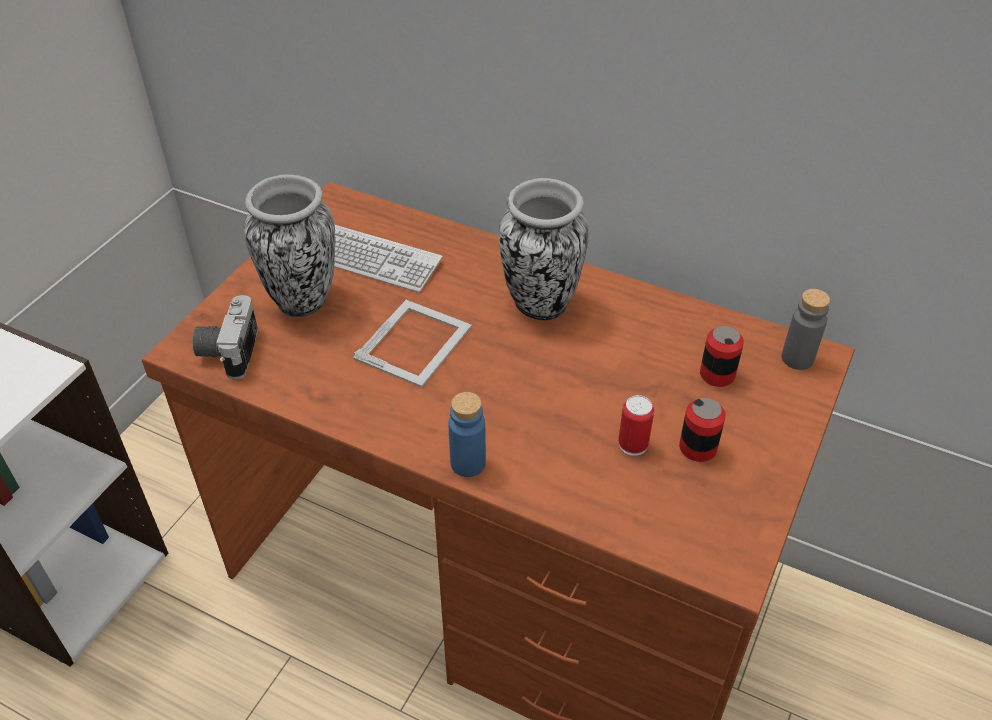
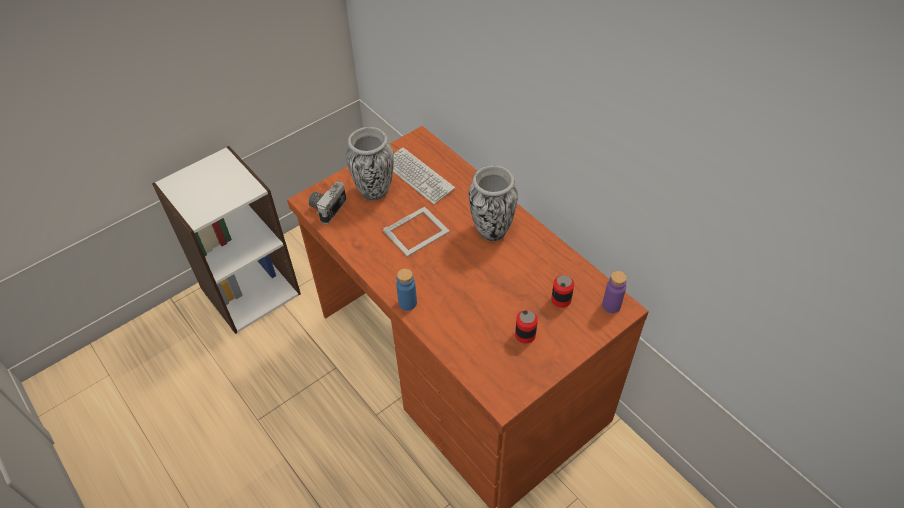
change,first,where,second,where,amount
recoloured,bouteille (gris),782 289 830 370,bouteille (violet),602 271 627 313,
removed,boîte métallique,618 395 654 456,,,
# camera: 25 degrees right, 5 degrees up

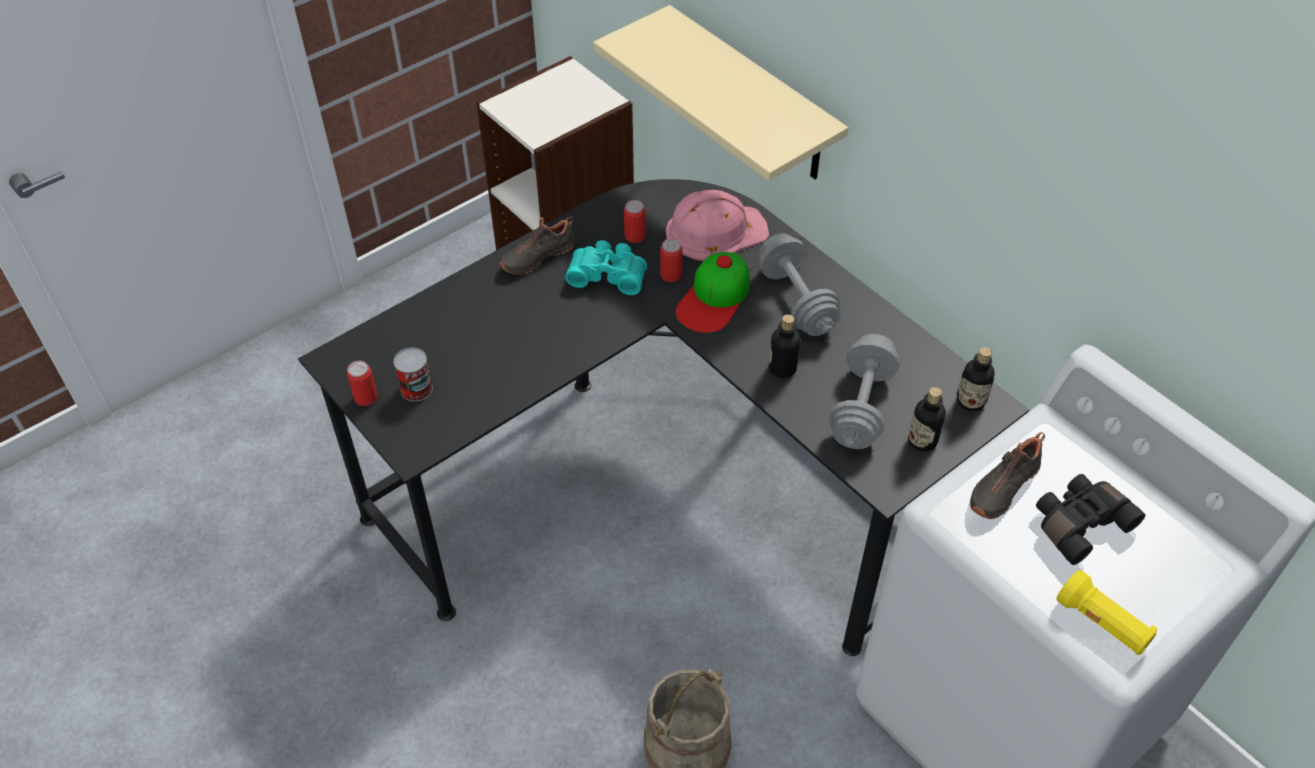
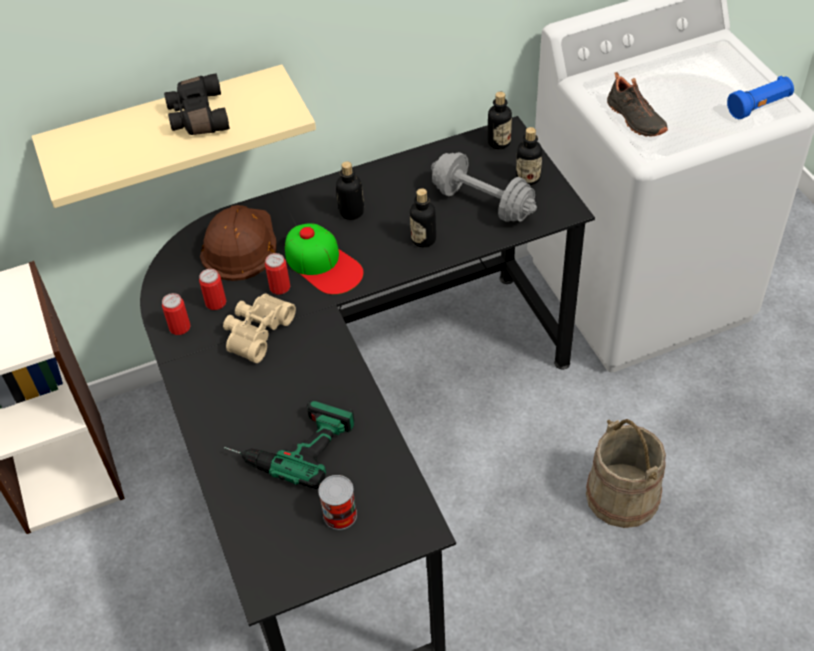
change,first,where,second,where,amount
recoloured,casque de chantier (rose),666 190 769 261,casque de chantier (marron),200 205 277 281,
removed,chaussure (noir),499 217 575 275,,,
replaced,haltère (gris),759 234 841 336,bouteille,336 161 364 220,
recoloured,jumelles (turquoise),565 240 647 295,jumelles (beige),223 293 296 363,
moved,boîte métallique,347 361 378 406,,162 293 191 335,
moved,jumelles (noir),1036 474 1145 565,,164 73 230 135,
recoloured,lampe de poche (jaune),1057 570 1158 655,lampe de poche (bleu),727 76 794 119,
added,,,perceuse,224 399 354 489,
# camera: 70 degrees left, 0 degrees up

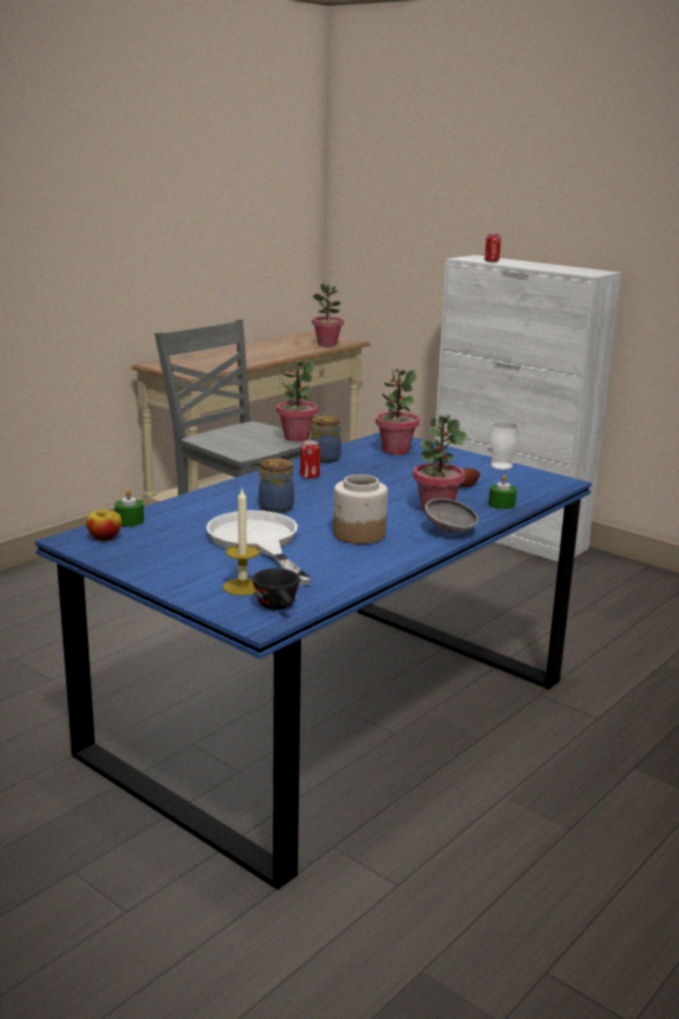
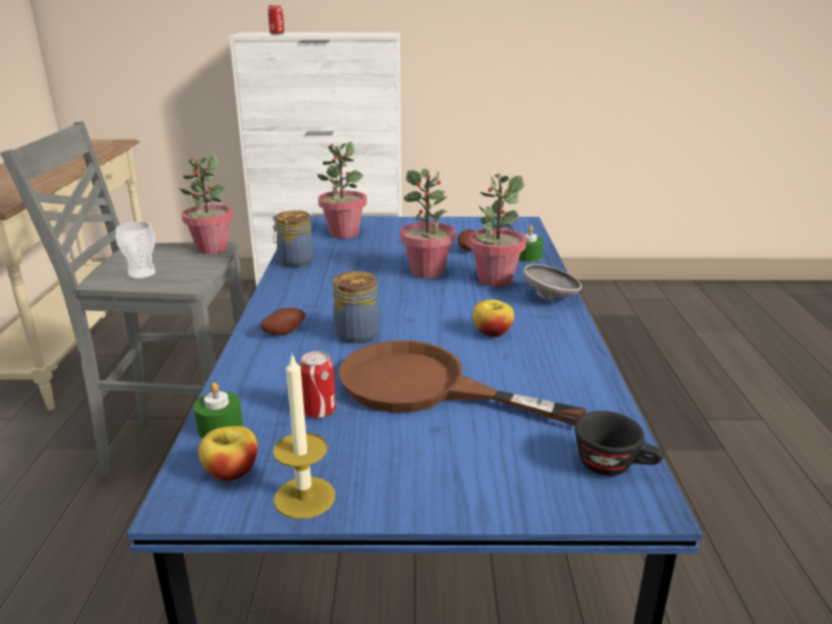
change,first,where,second,where,amount
moved,plante en pot,312 283 344 346,,400 168 456 279,
moved,tasse,489 421 520 470,,115 221 156 279,
moved,boîte métallique,300 440 320 479,,299 351 336 418,
replaced,bocal,333 474 388 544,pomme,473 299 514 337,
moved,bougie,223 489 259 596,,273 354 335 519,
recoloured,poêle (blanc),206 510 312 586,poêle (marron),339 340 586 426,
added,,,pomme de terre,260 308 305 335,
# camera: 40 degrees left, 5 degrees up

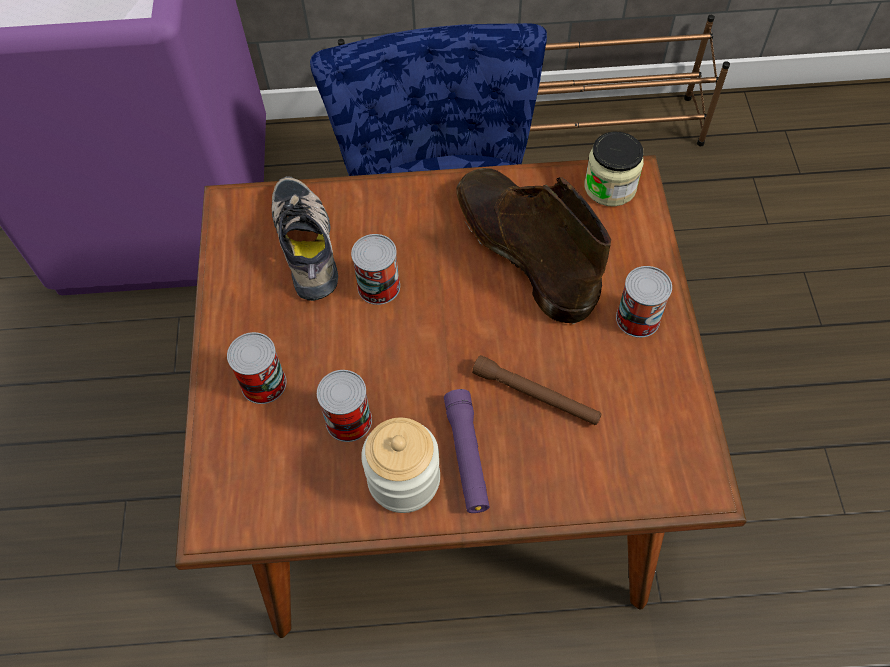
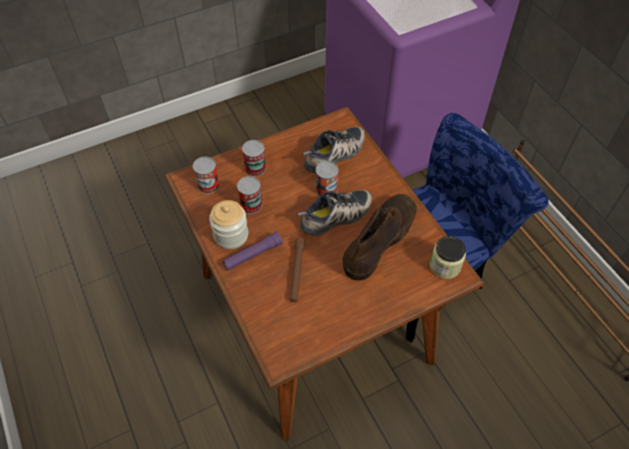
change,first,where,second,where,amount
moved,boîte métallique,616 266 672 338,,193 157 220 194,
added,,,chaussure,297 190 372 235,
# camera: 65 degrees right, 5 degrees down

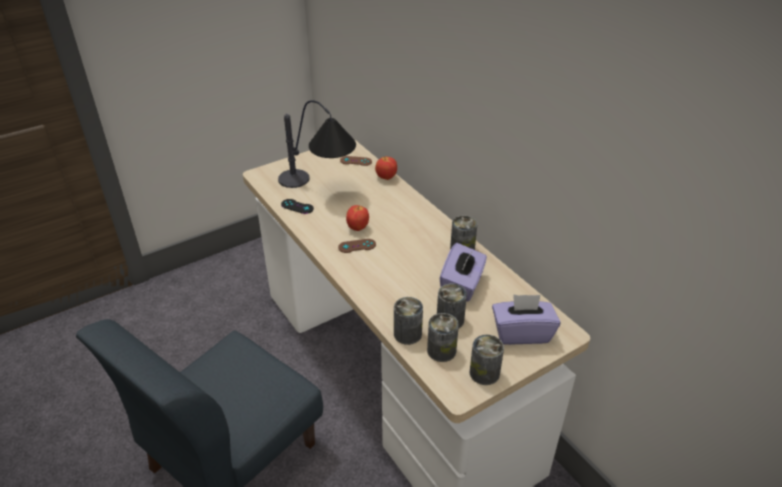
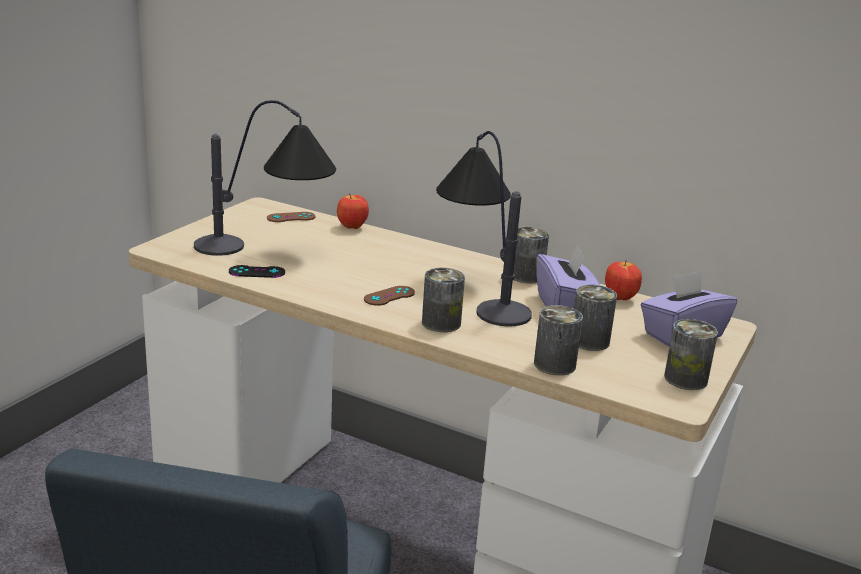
change,first,where,second,where,amount
moved,pomme,346 205 369 231,,605 260 642 300,
moved,boîte métallique,427 313 459 362,,422 268 465 332,
added,,,lampe de table,436 131 532 326,
# camera: 30 degrees left, 15 degrees down

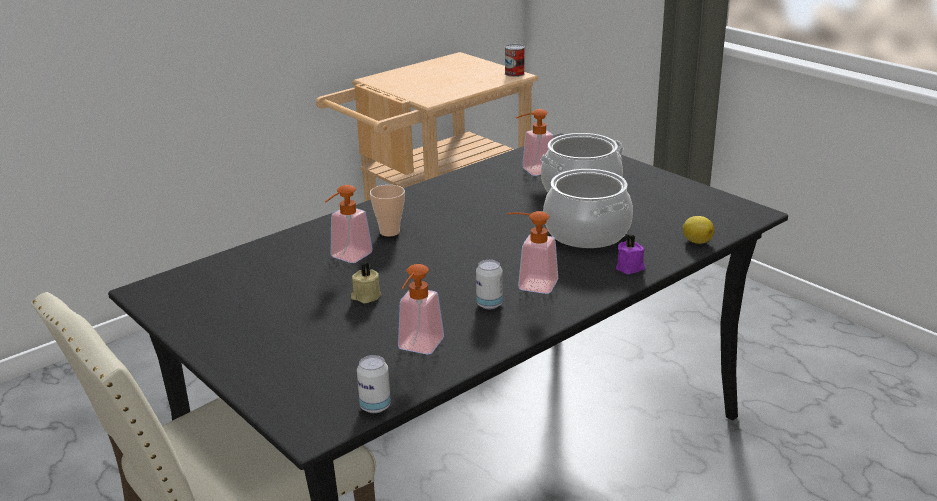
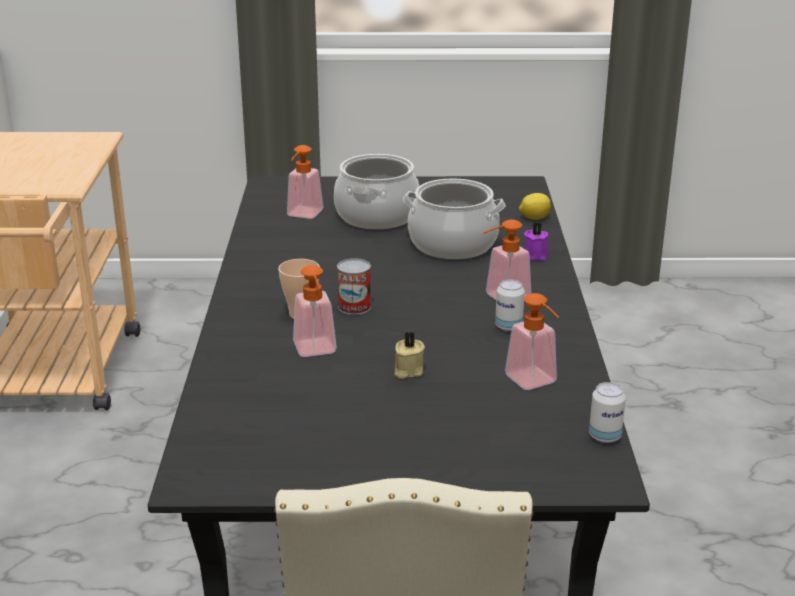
change,first,where,second,where,amount
moved,boîte métallique,505 44 525 77,,337 258 371 315,
# camera: 50 degrees left, 0 degrees up

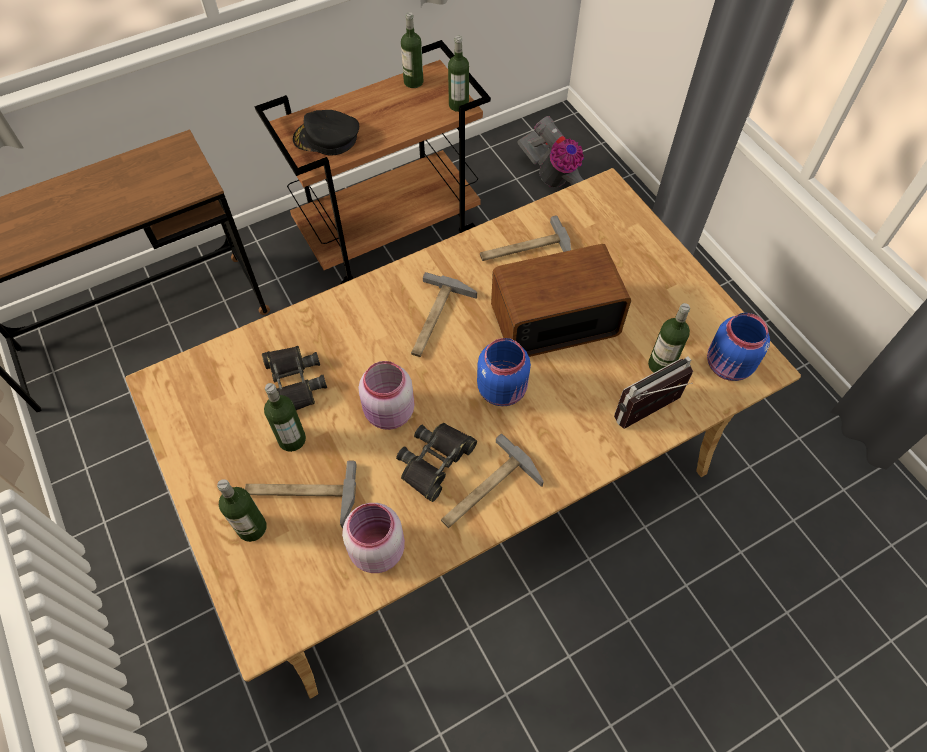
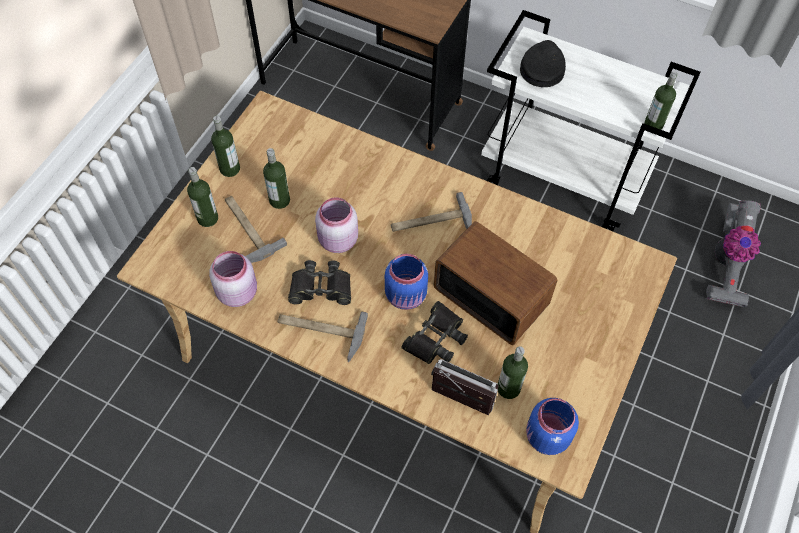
change,first,where,second,where,amount
moved,bouteille,401 12 423 88,,211 115 240 177,
recoloured,chariot (marron),255 40 491 284,chariot (blanc),481 10 701 231,
turned,casquette (noir),293 110 359 156,,520 40 566 87,45 degrees clockwise
removed,marteau,480 215 571 261,,,
moved,jumelles (noir),262 346 327 410,,401 301 468 364,
# camera: 55 degrees right, 0 degrees up

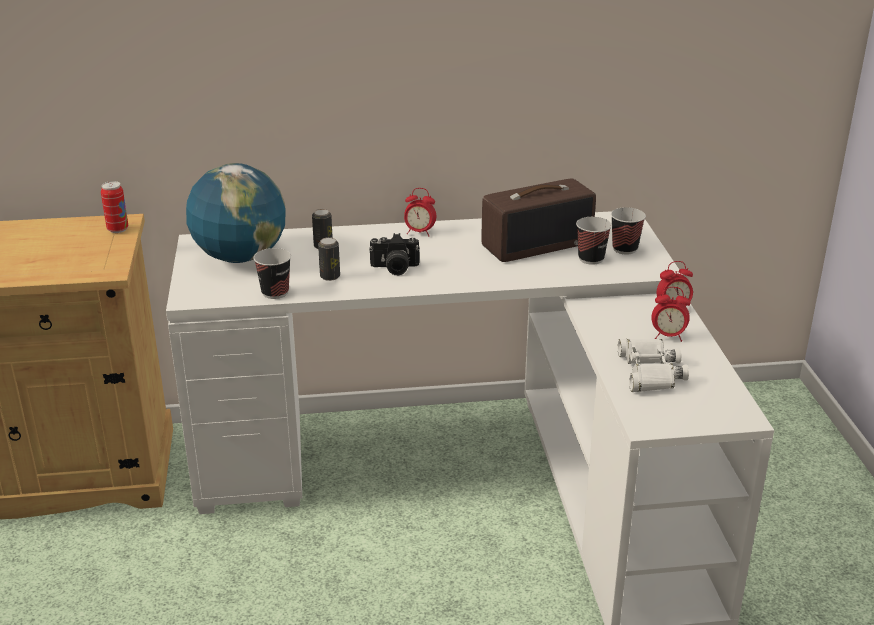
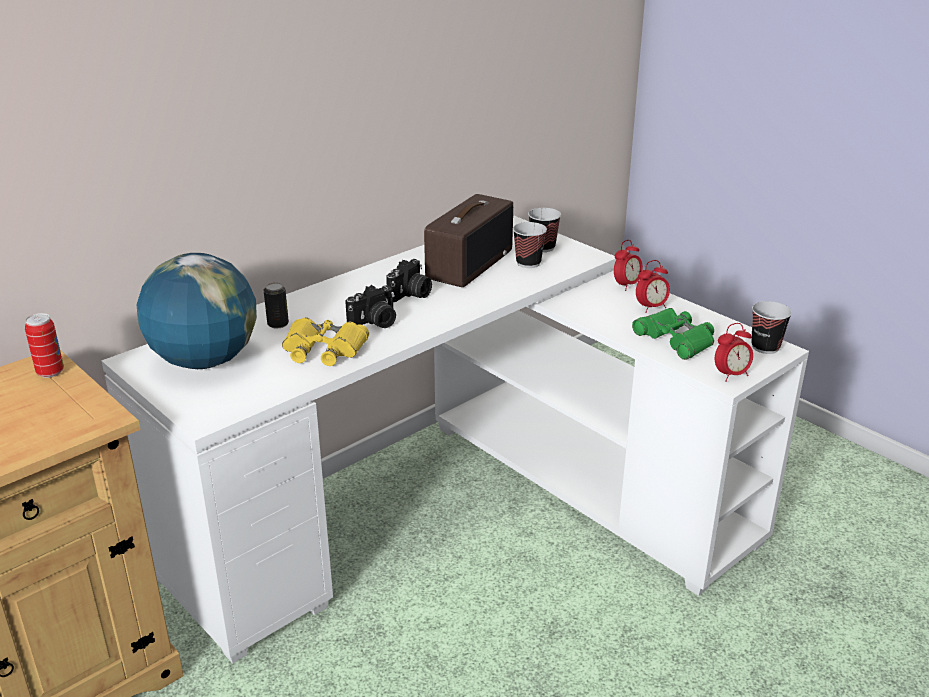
change,first,where,second,where,amount
moved,réveil,404 188 436 236,,715 323 753 382,
replaced,boîte métallique,318 237 340 281,jumelles (jaune),282 317 369 366,
moved,tasse,253 248 291 299,,751 301 792 354,
recoloured,jumelles (blanc),618 339 689 392,jumelles (vert),632 308 714 360,
added,,,appareil photo,386 259 432 302,
# camera: 35 degrees left, 0 degrees up

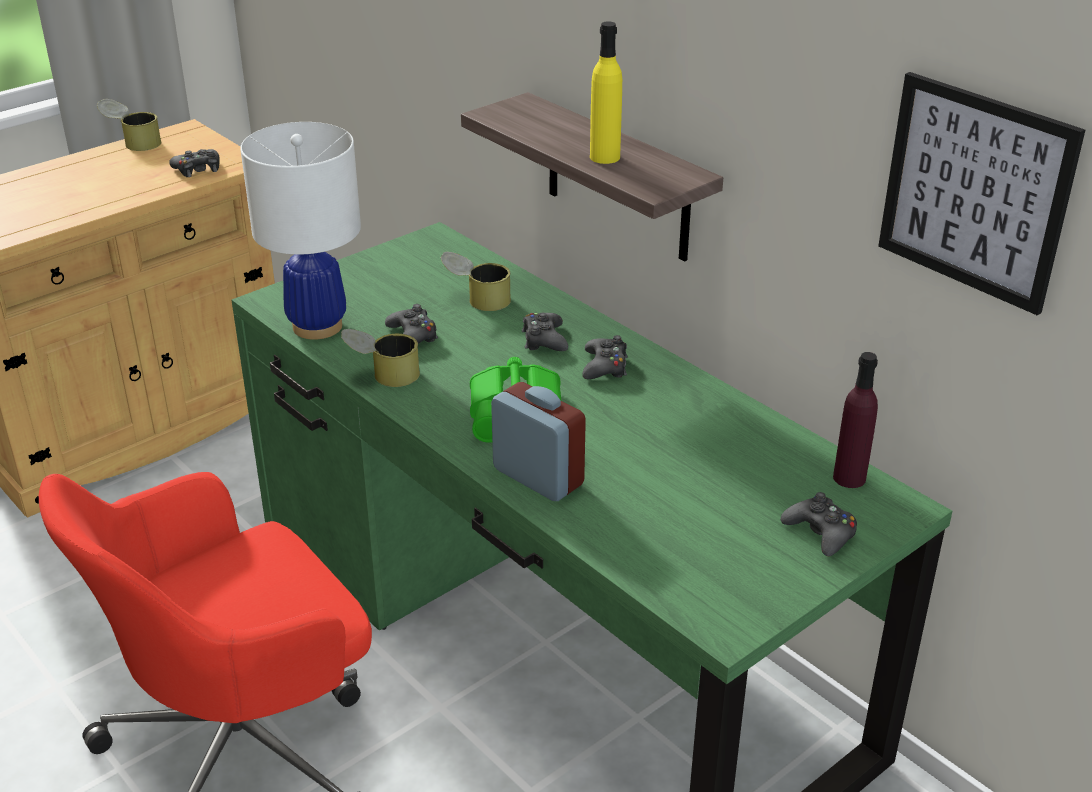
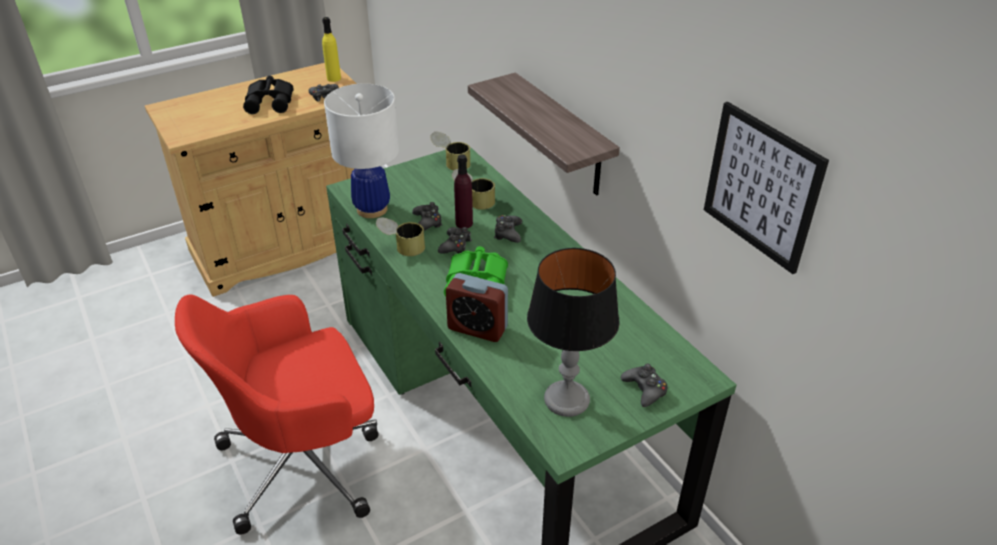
change,first,where,second,where,amount
moved,bouteille (jaune),590 22 622 164,,322 17 341 82,
moved,boîte métallique,97 99 161 151,,430 131 471 171,
moved,manette (noir),582 335 628 379,,438 227 472 254,
moved,bouteille (violet),833 352 878 488,,454 154 473 228,
turned,réveil,491 382 586 501,,446 273 508 342,150 degrees clockwise
added,,,jumelles (noir),243 76 294 114,
added,,,lampe de table,527 248 620 417,
# camera: 10 degrees right, 5 degrees up

